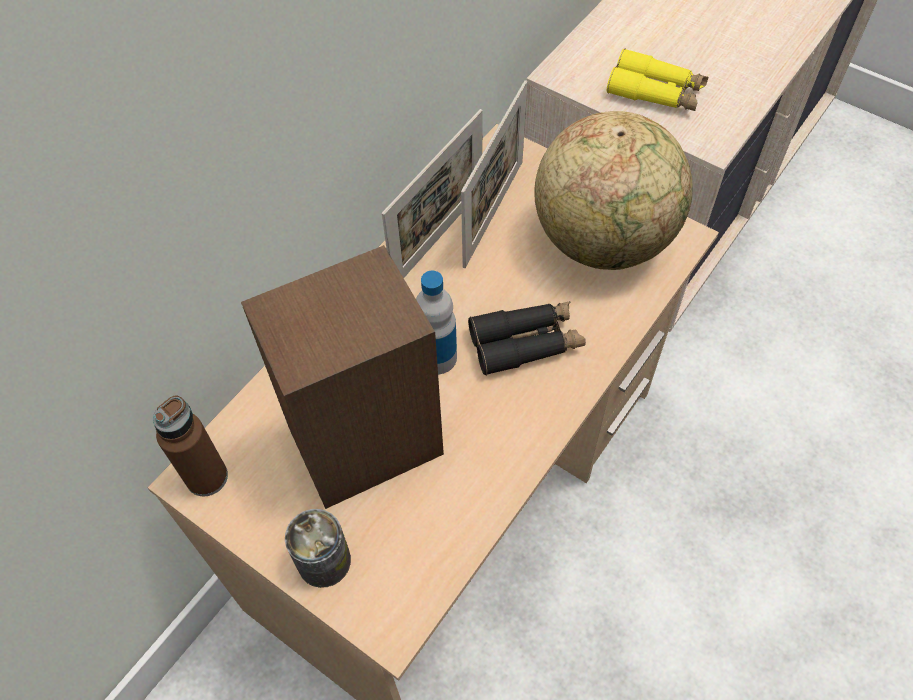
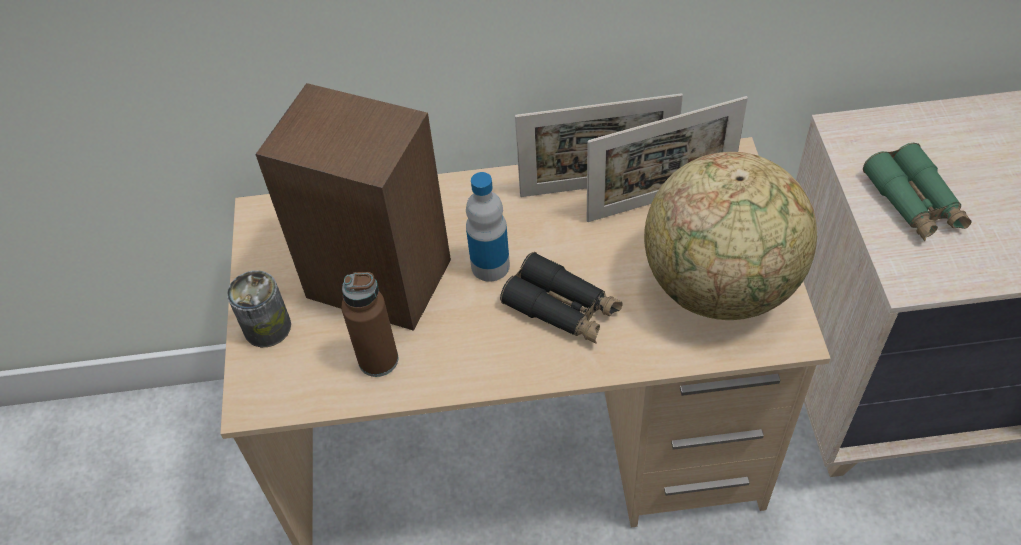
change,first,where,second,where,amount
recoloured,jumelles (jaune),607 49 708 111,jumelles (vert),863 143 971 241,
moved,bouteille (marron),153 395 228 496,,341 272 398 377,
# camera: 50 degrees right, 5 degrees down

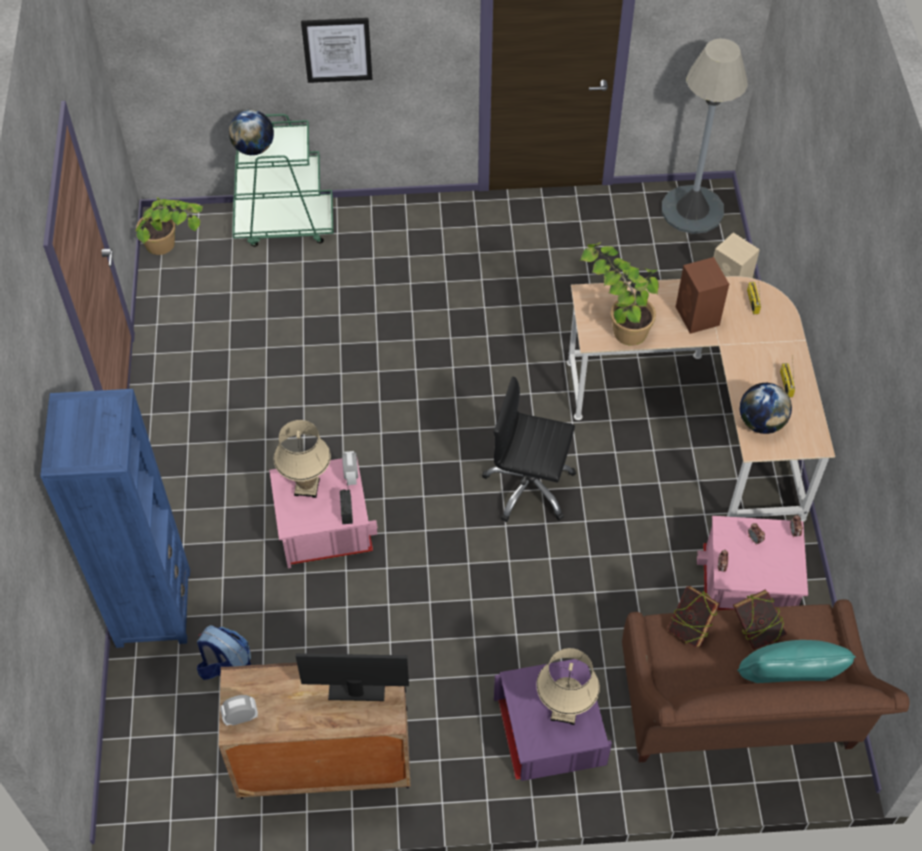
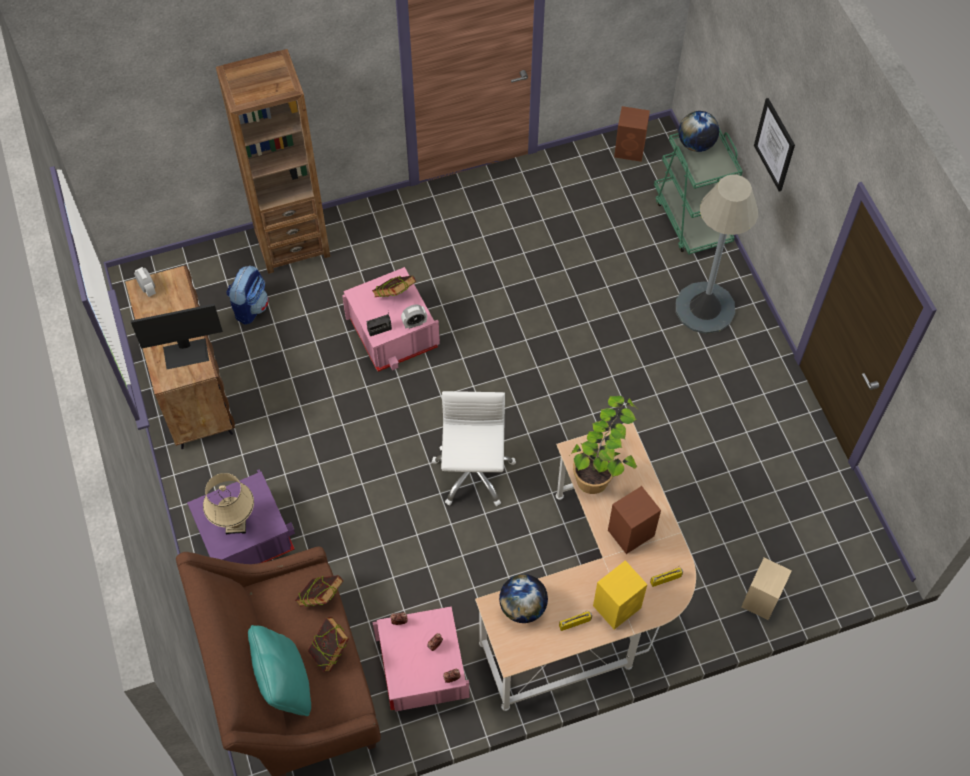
change,first,where,second,where,amount
moved,lampadaire (gris),662 39 748 234,,676 175 758 334,
replaced,plante en pot,135 197 203 255,enceinte (marron),614 106 650 162,
recoloured,chaise de bureau (noir),482 376 576 522,chaise de bureau (blanc),432 391 516 506,
recoloured,bibliothèque (bleu),40 389 190 648,bibliothèque (marron),216 49 330 274,
replaced,lampe de table (beige),274 420 331 498,livre,372 275 416 297,
turned,écran d'ordinateur,296 653 409 701,,131 304 223 369,90 degrees clockwise
added,,,enceinte (jaune),593 560 647 629,
# camera: 75 degrees right, 5 degrees up

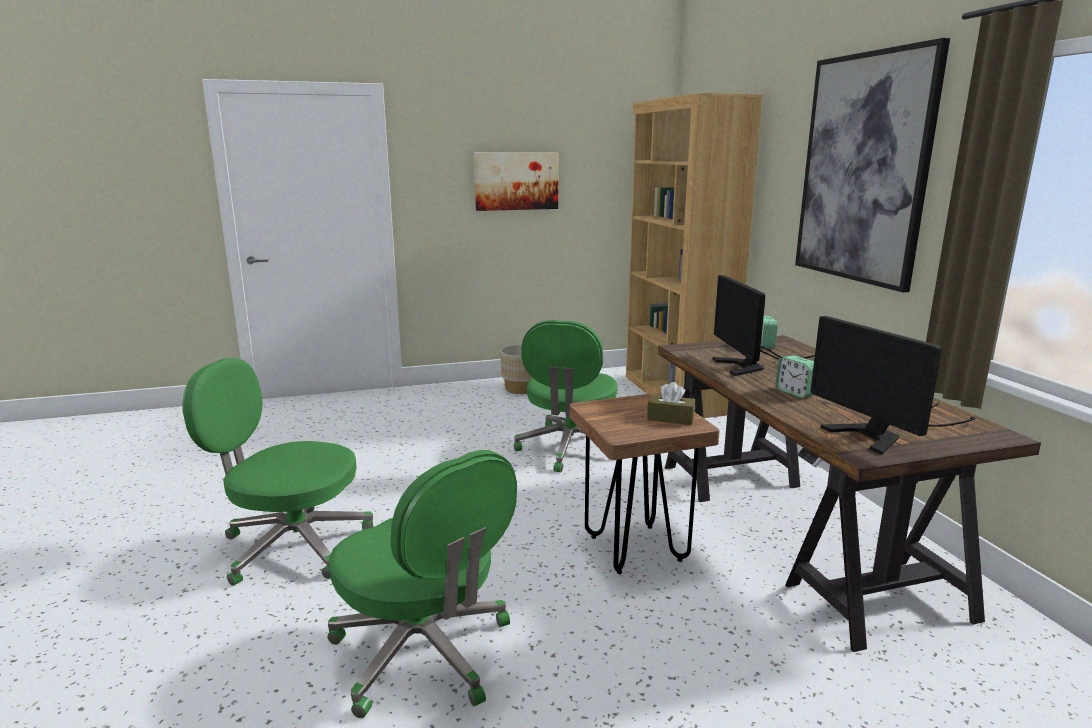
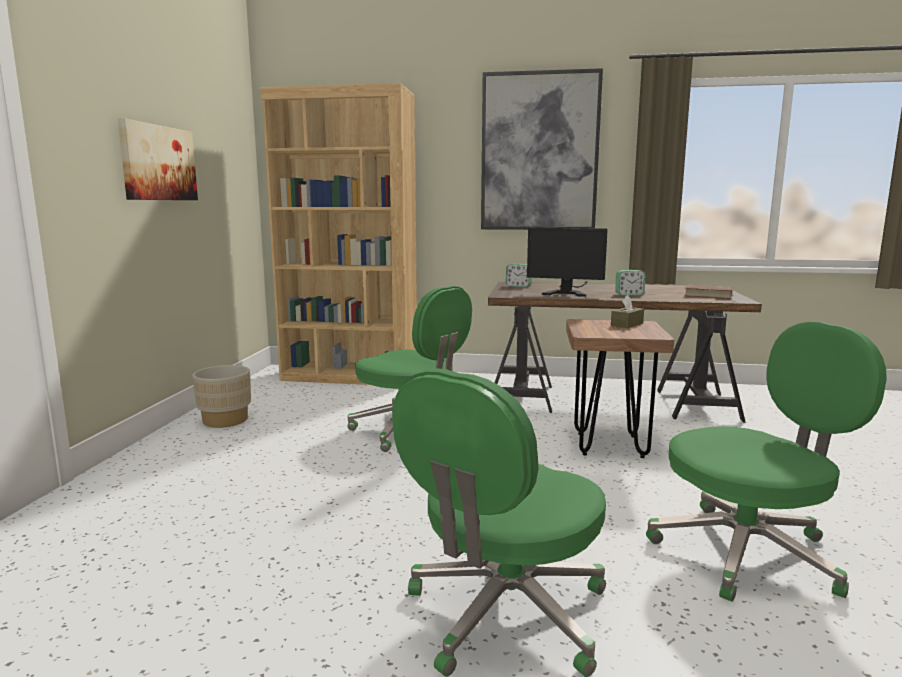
change,first,where,second,where,amount
replaced,écran d'ordinateur,810 316 975 455,livre (marron),684 285 733 299,
# camera: 65 degrees left, 5 degrees down

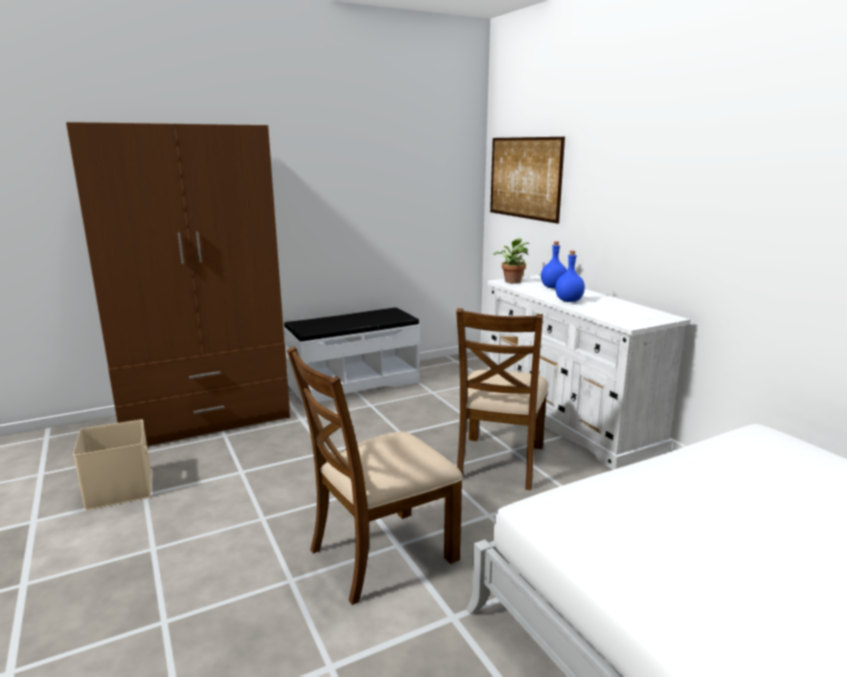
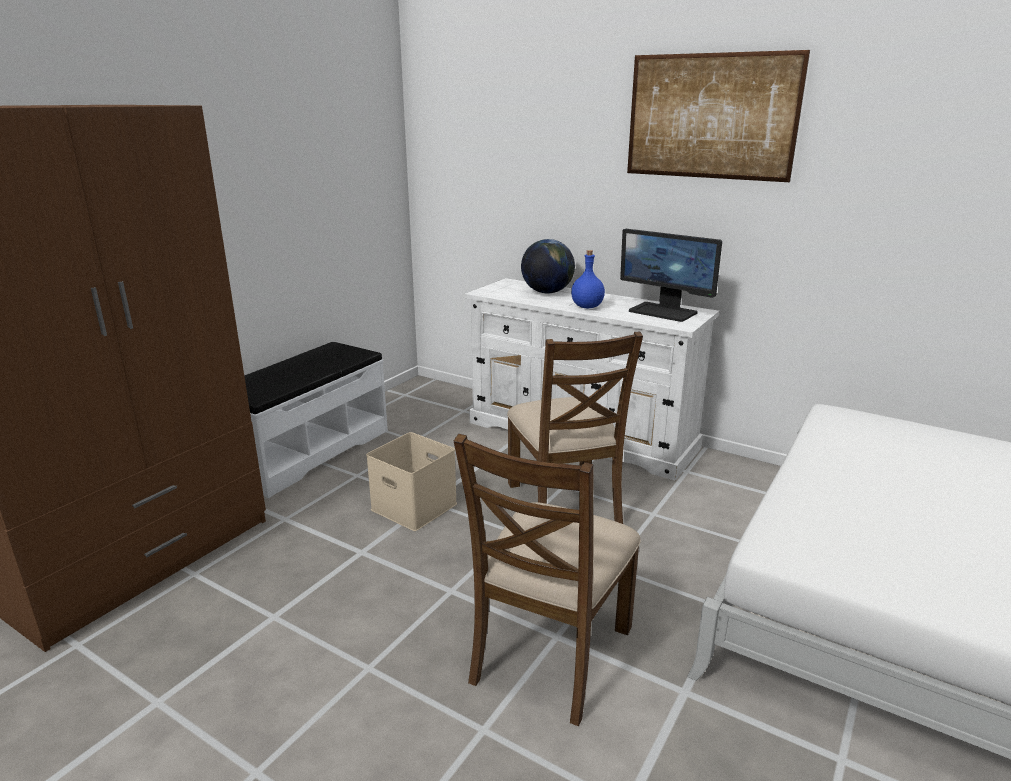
change,first,where,second,where,amount
moved,tableau,490 137 565 224,,627 50 810 182,
removed,plante en pot,493 238 529 284,,,
replaced,bouteille (bleu),541 242 567 288,globe,521 239 575 293,
moved,boîte de rangement (beige),73 419 151 510,,366 432 457 531,
added,,,écran d'ordinateur,620 229 722 322,
# camera: 30 degrees left, 5 degrees up

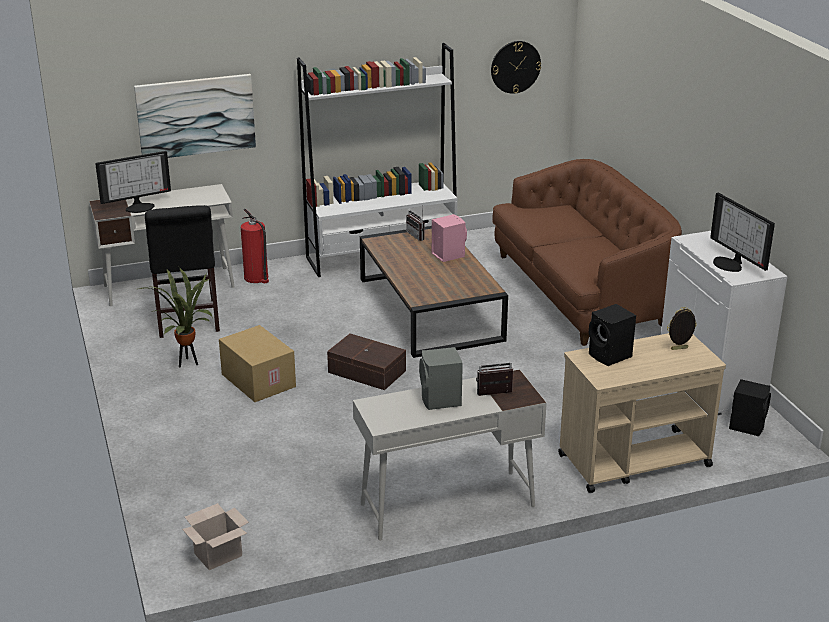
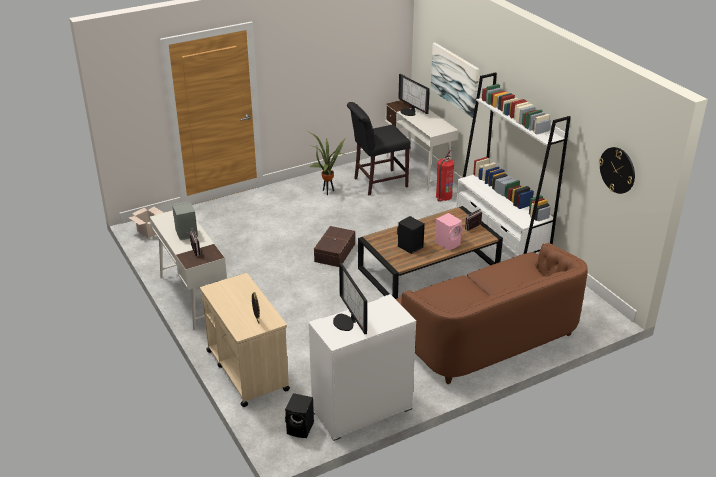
change,first,where,second,where,amount
turned,écran d'ordinateur,710 193 775 272,,333 263 367 334,75 degrees counterclockwise
moved,enceinte (noir),589 304 636 366,,397 216 425 254,
removed,carton,219 325 296 402,,,
# camera: 80 degrees right, 5 degrees up

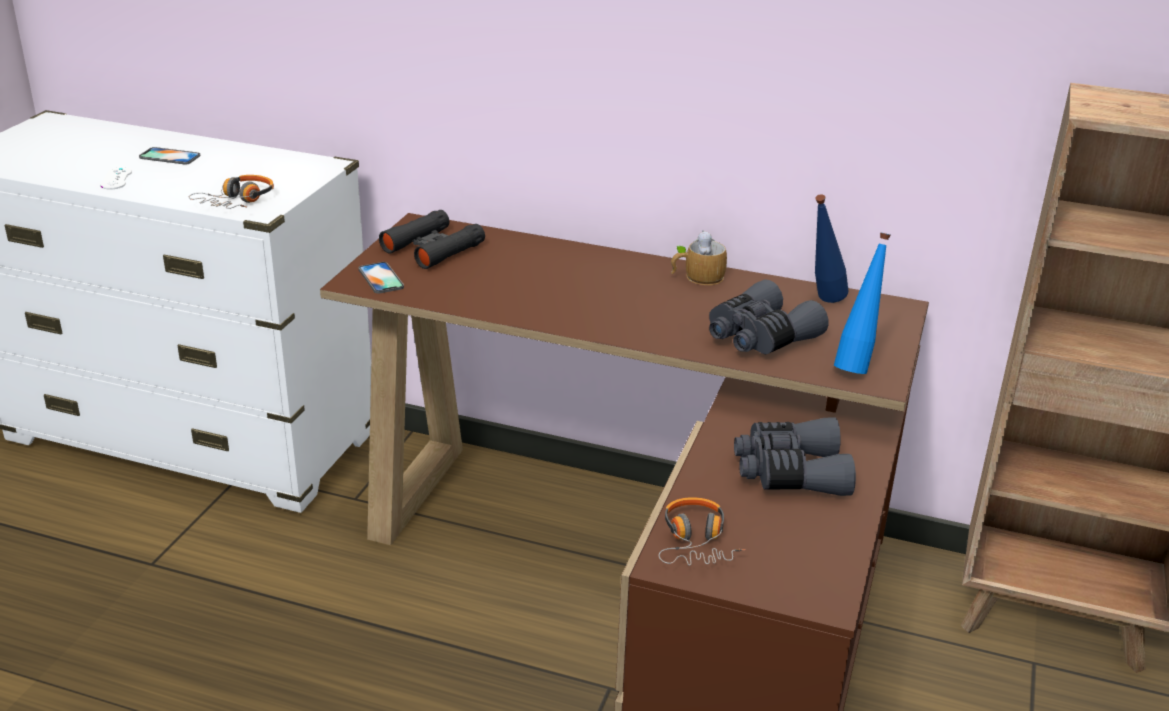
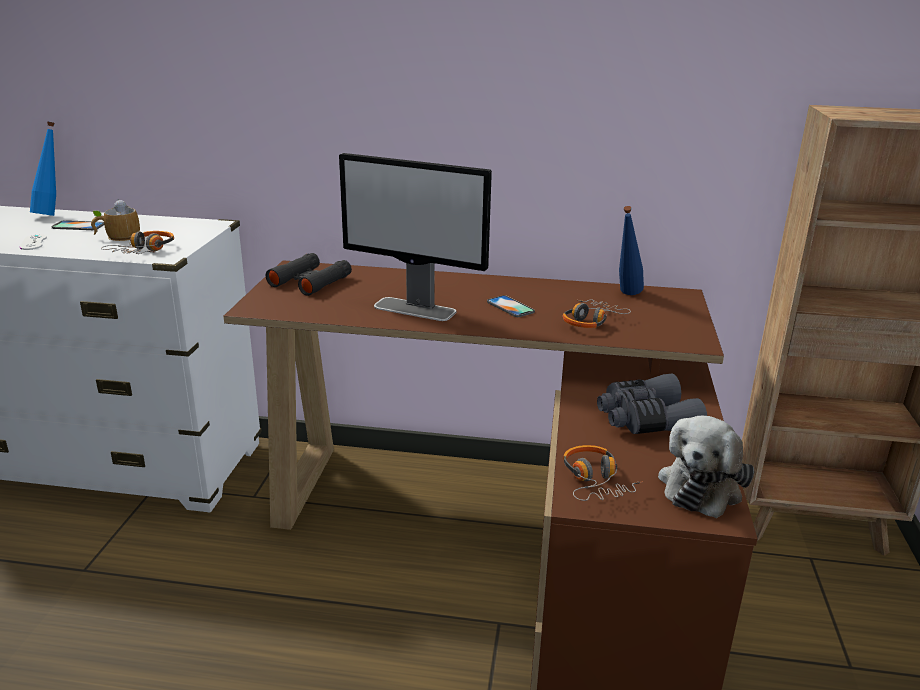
change,first,where,second,where,amount
moved,mug,671 231 727 285,,91 199 140 241,
moved,bouteille (bleu),834 232 890 374,,30 122 56 216,
moved,téléphone,359 262 404 294,,487 295 535 317,
replaced,jumelles (gris),709 279 829 354,casque audio,563 299 631 328,
added,,,écran d'ordinateur,339 153 492 321,
added,,,peluche,658 416 754 518,
# camera: 10 degrees left, 5 degrees down

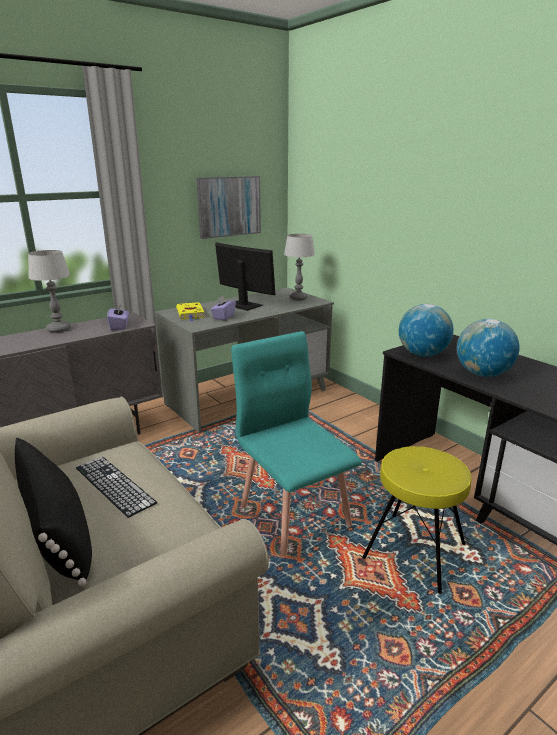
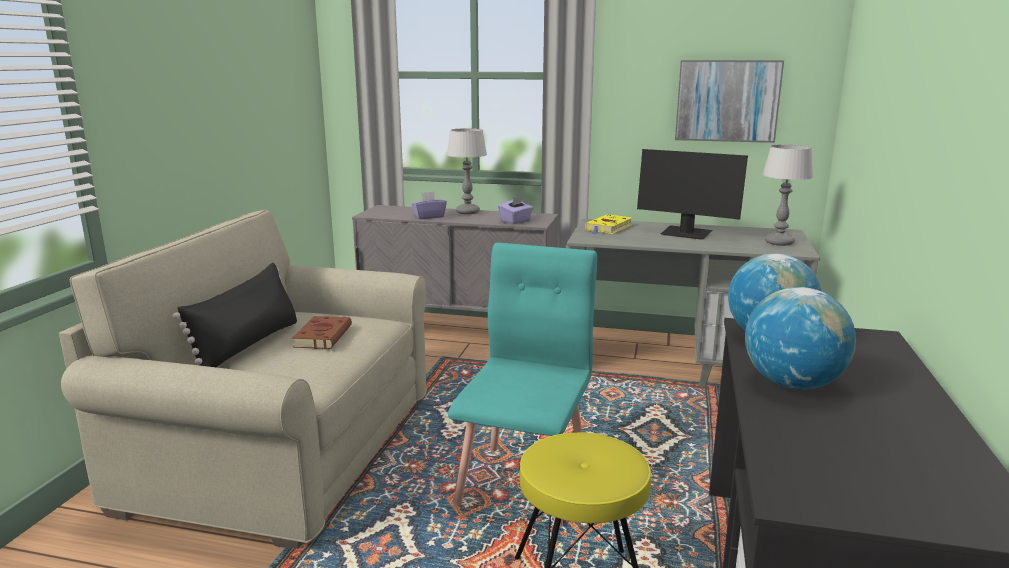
change,first,where,second,where,amount
turned,écran d'ordinateur,215 242 275 311,,637 149 748 240,120 degrees clockwise
moved,boîte à mouchoirs (violet),210 296 236 320,,411 191 447 219,
replaced,clavier,76 456 157 518,livre (marron),292 316 352 349,
# camera: 50 degrees right, 5 degrees down

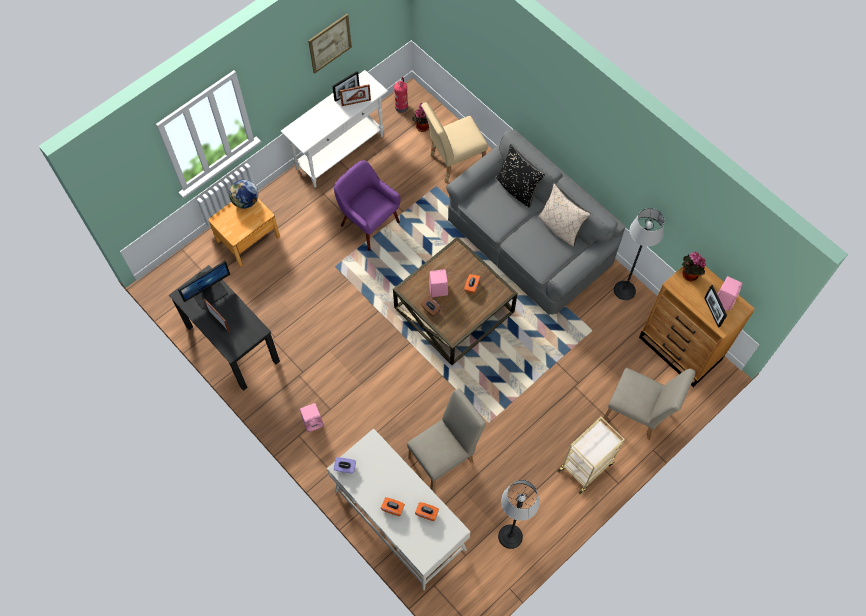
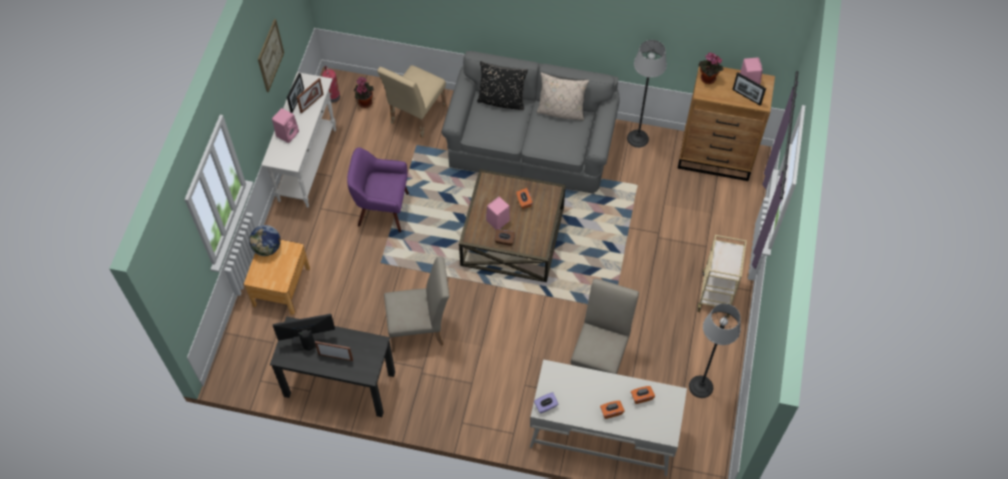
change,first,where,second,where,amount
turned,écran d'ordinateur,178 261 230 309,,273 314 335 351,120 degrees counterclockwise
moved,chaise (beige),603 368 695 440,,384 256 449 352,
moved,enceinte (rose),300 403 324 432,,272 108 299 143,
# camera: 35 degrees left, 5 degrees down

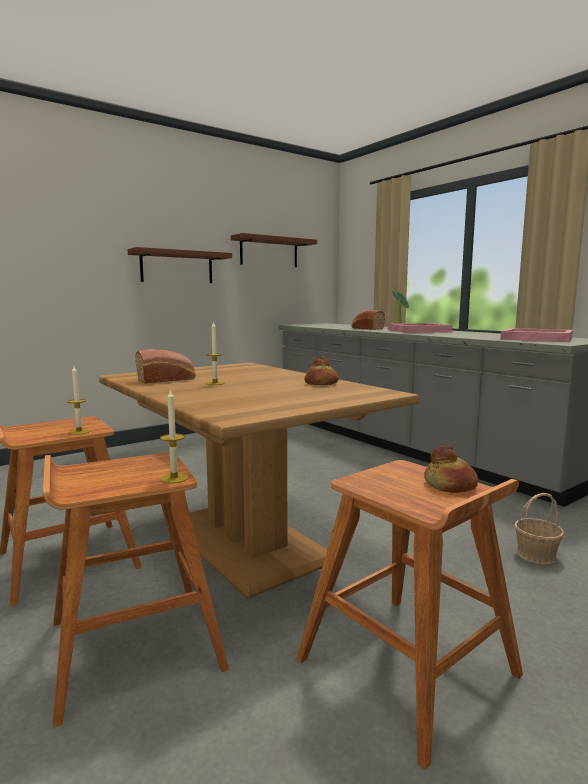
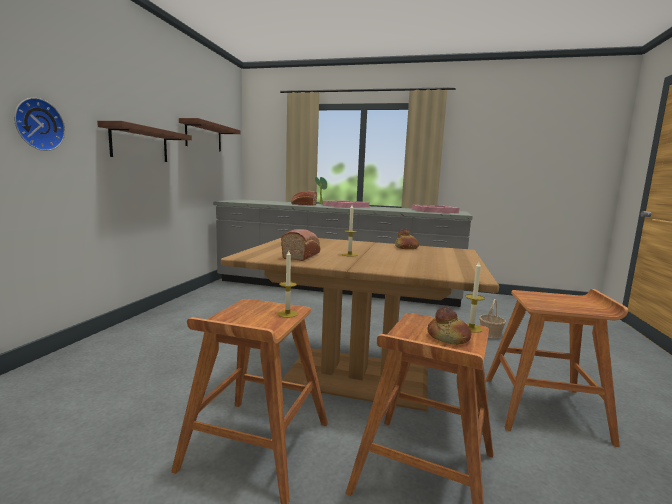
change,first,where,second,where,amount
moved,pain,424 445 478 493,,427 307 471 345,
added,,,horloge murale,14 98 65 151,
# camera: 40 degrees left, 0 degrees up

